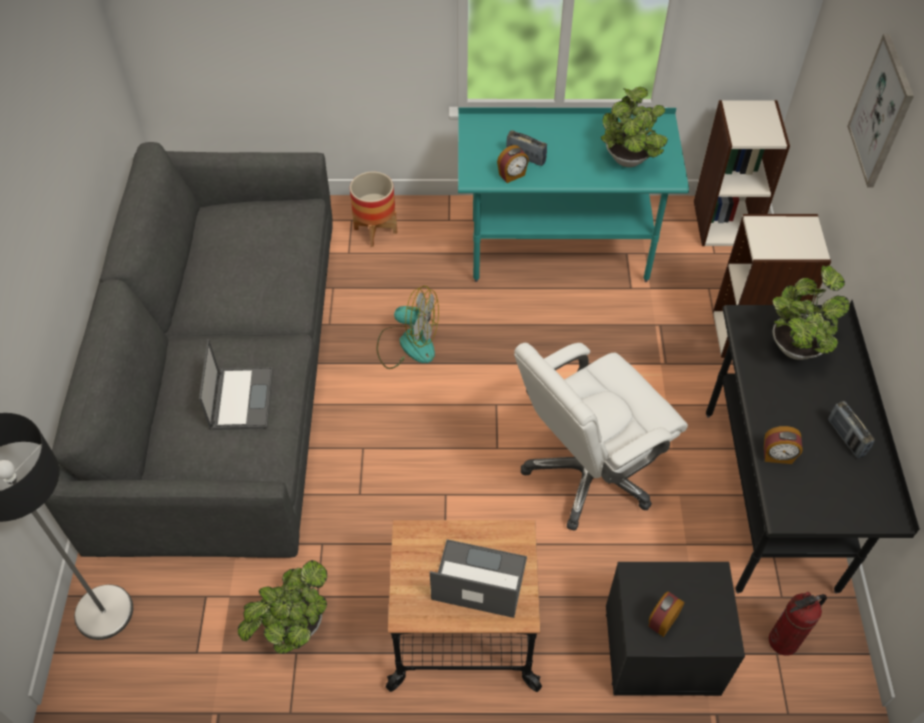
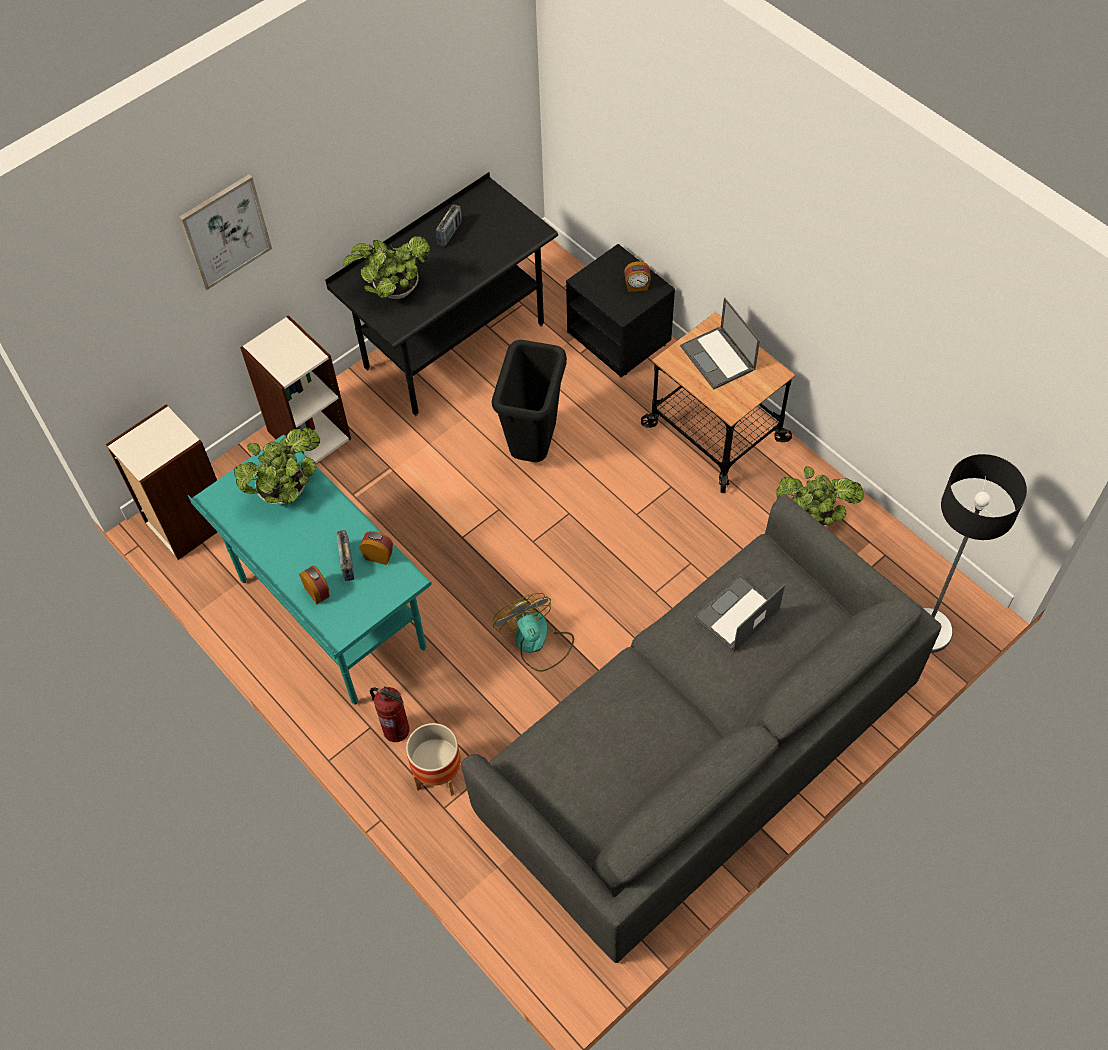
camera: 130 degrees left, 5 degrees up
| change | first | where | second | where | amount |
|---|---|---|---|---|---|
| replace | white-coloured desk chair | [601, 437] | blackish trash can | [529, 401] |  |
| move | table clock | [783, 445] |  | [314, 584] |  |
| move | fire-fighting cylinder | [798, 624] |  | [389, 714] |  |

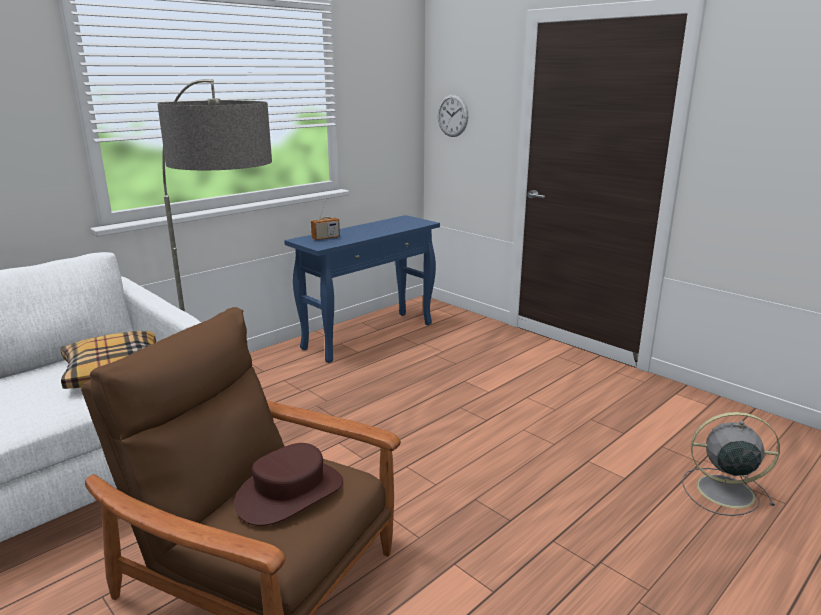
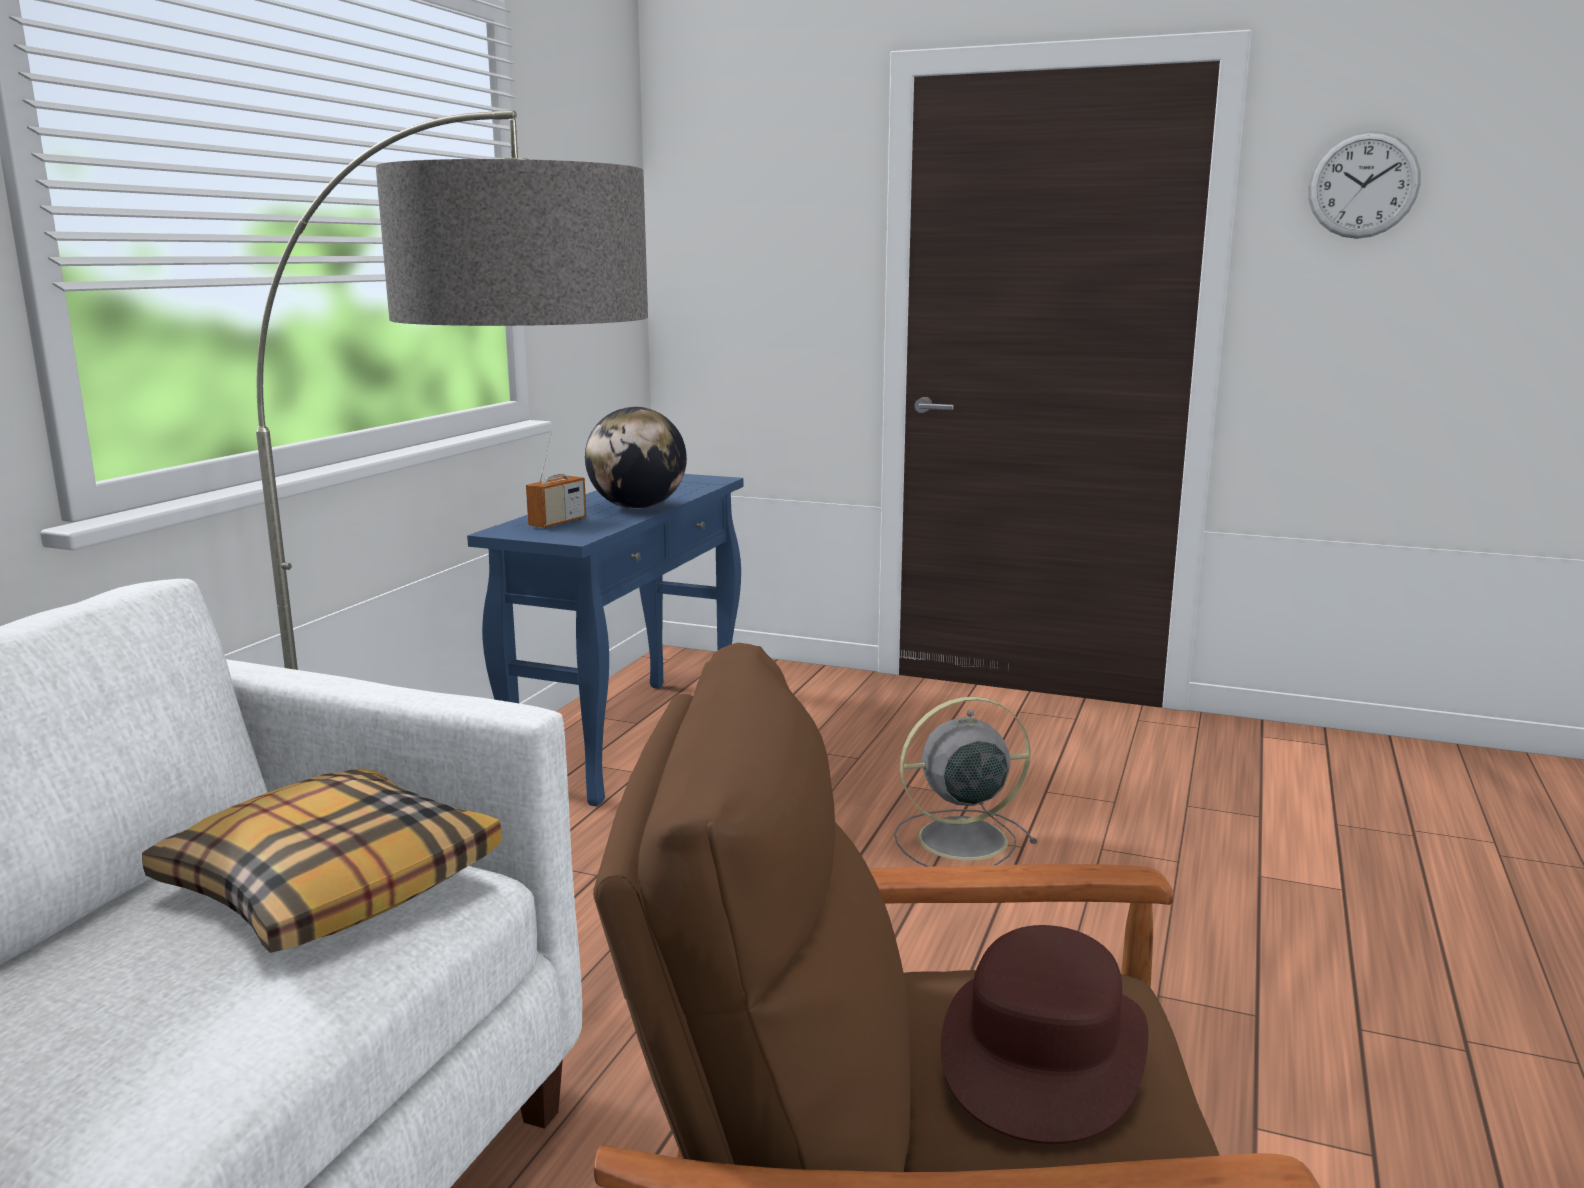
camera: 25 degrees left, 5 degrees down
| change | first | where | second | where | amount |
|---|---|---|---|---|---|
| move | clock on the wall | [453, 115] |  | [1364, 184] |  |
| move | gray electric fan | [731, 464] |  | [966, 781] |  |
| insert |  |  | world globe | [636, 458] |  |

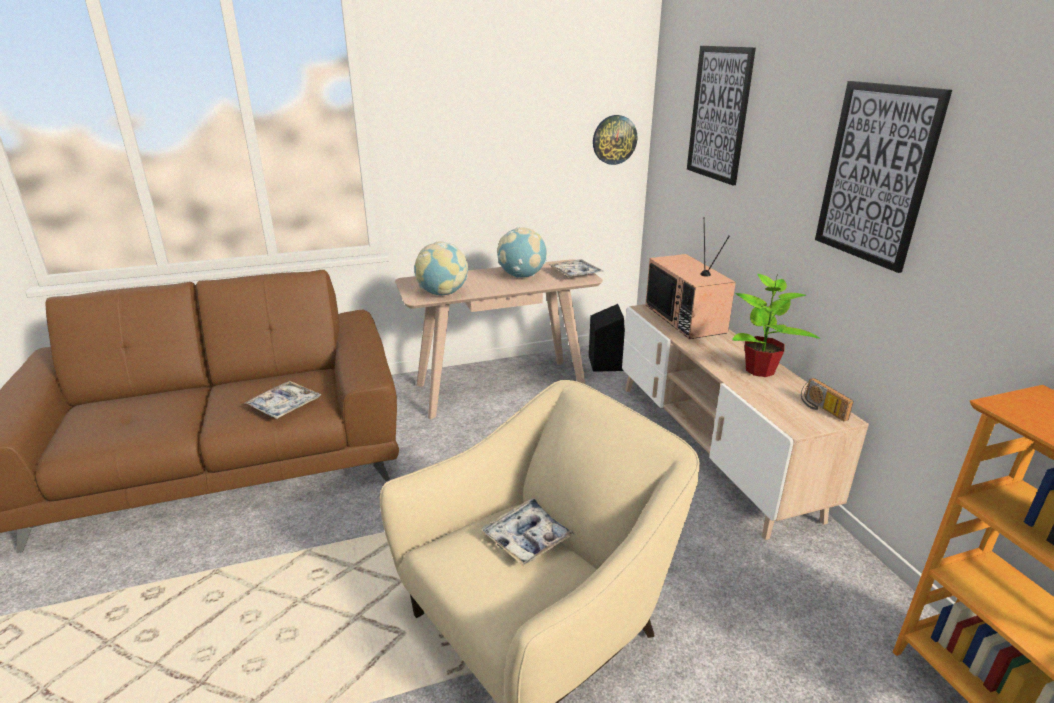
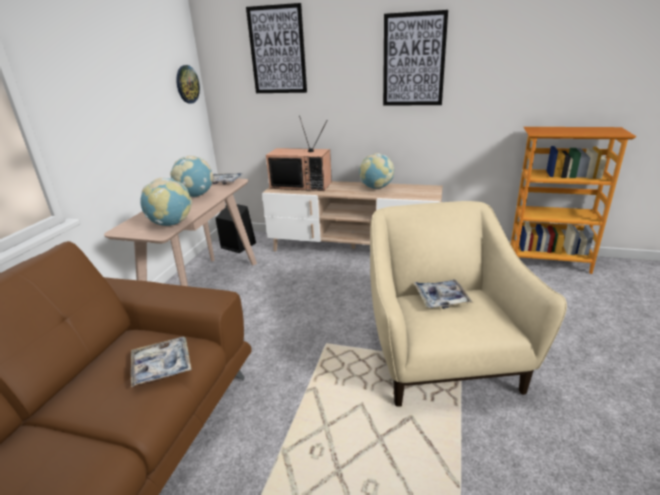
camera: 55 degrees left, 0 degrees up
| change | first | where | second | where | amount |
|---|---|---|---|---|---|
| replace | plant in a pot | [776, 325] | world globe | [376, 171] |  |
| delete | radio receiver | [827, 399] |  |  |  |

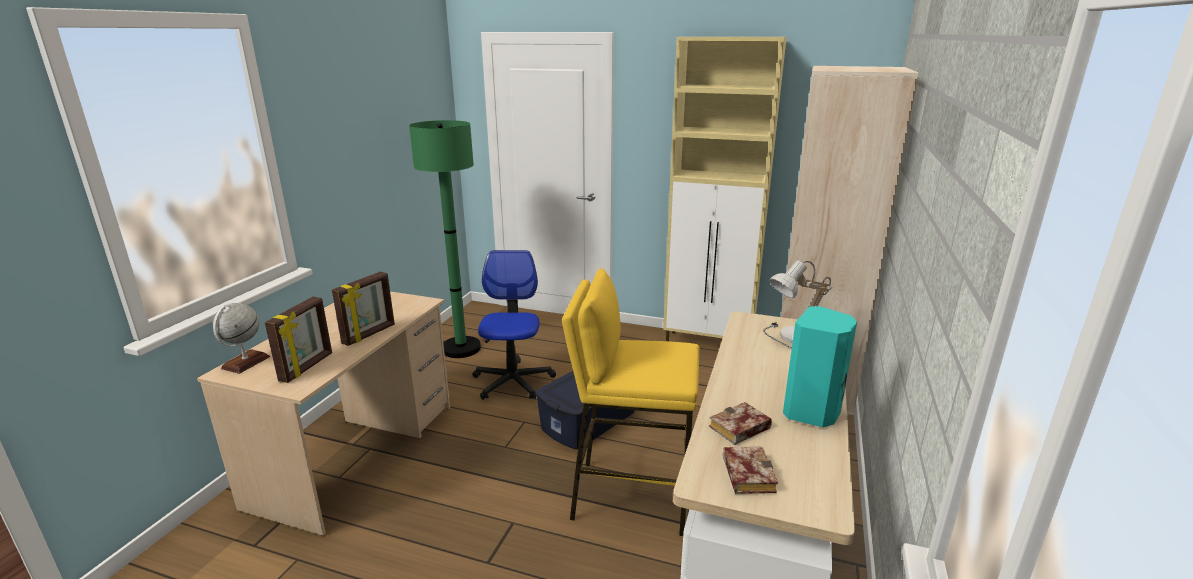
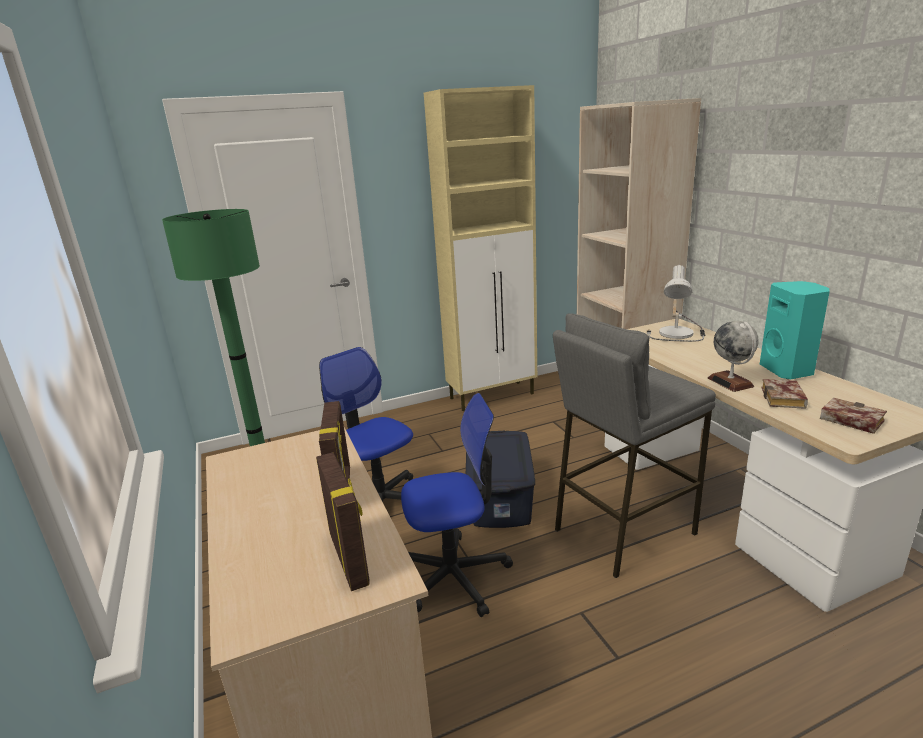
camera: 40 degrees left, 0 degrees up
| change | first | where | second | where | amount |
|---|---|---|---|---|---|
| recolor | yellowish stool seat | [631, 402] | gray stool seat | [634, 445] |  |
| move | world globe | [241, 338] |  | [733, 356] |  |
| insert |  |  | desk chair | [457, 505] |  |

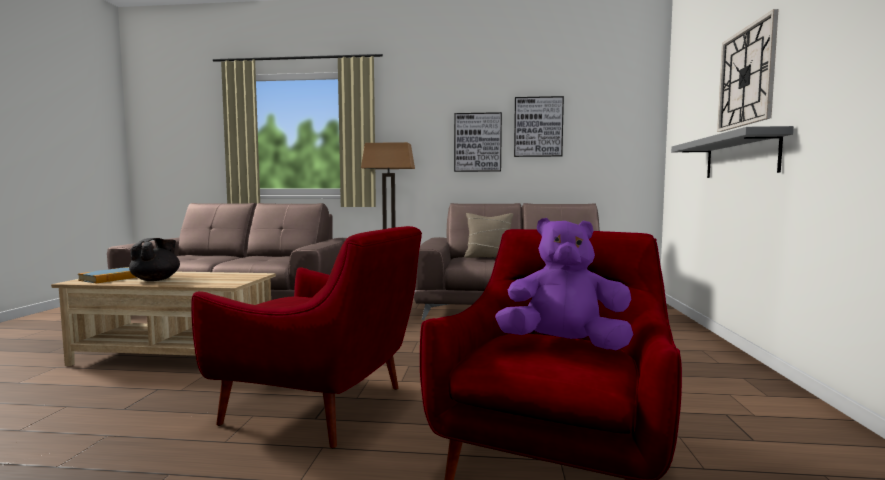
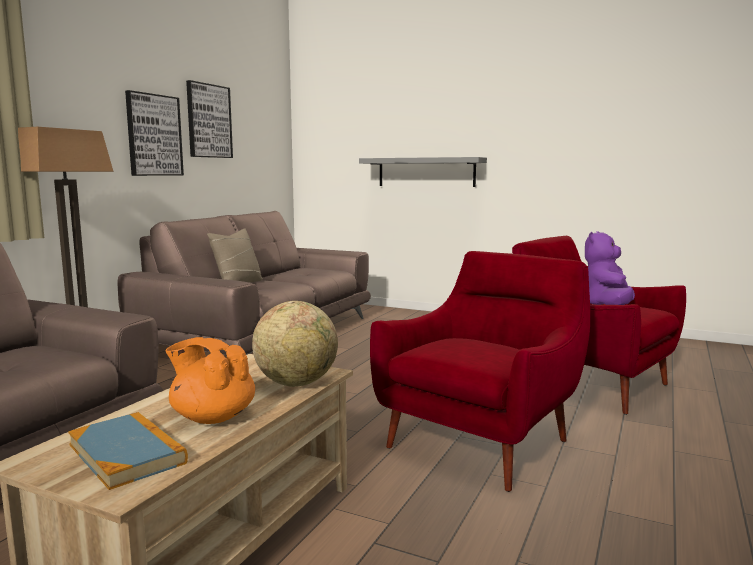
camera: 70 degrees left, 5 degrees up
| change | first | where | second | where | amount |
|---|---|---|---|---|---|
| delete | clock on the wall | [748, 70] |  |  |  |
| recolor | blackish teapot | [154, 259] | orangey teapot | [210, 380] |  |
| insert |  |  | world globe | [295, 344] |  |

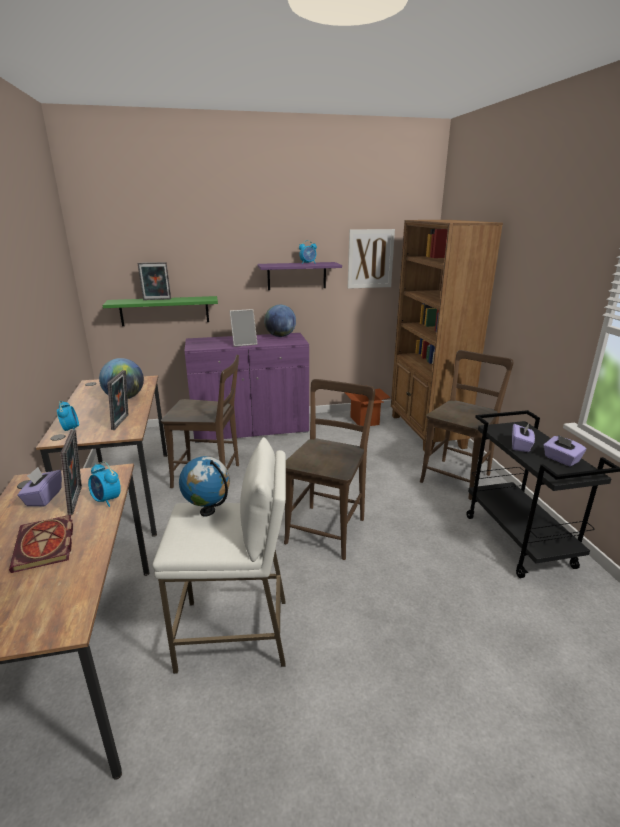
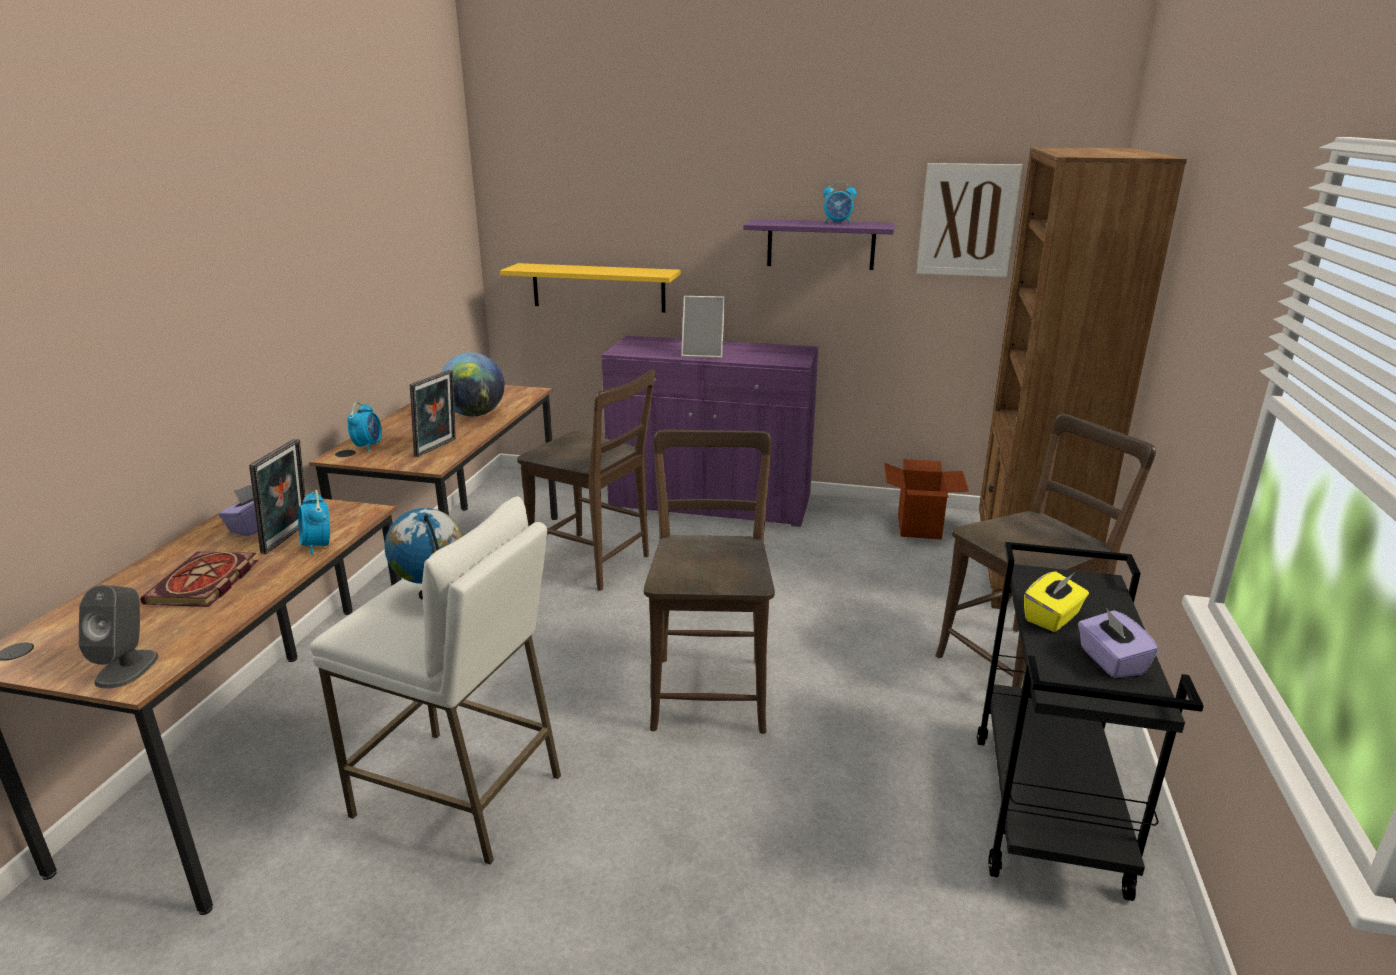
camera: 25 degrees right, 0 degrees up
| change | first | where | second | where | amount |
|---|---|---|---|---|---|
| delete | standing frame | [154, 281] |  |  |  |
| recolor | green wall shelf | [160, 311] | yellowish wall shelf | [590, 288] |  |
| delete | world globe | [280, 321] |  |  |  |
| rotate | brownish chair | [329, 469] |  | [709, 582] | 45 degrees counterclockwise |
| recolor | purplish box of tissues | [523, 437] | yellowish box of tissues | [1056, 601] |  |
| insert |  |  | gray speaker | [118, 637] |  |

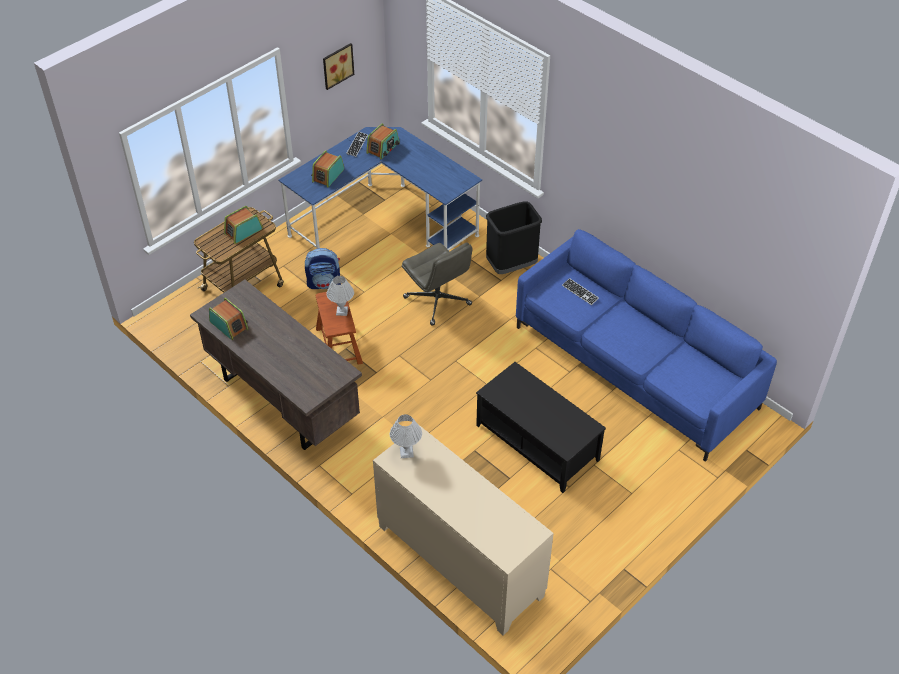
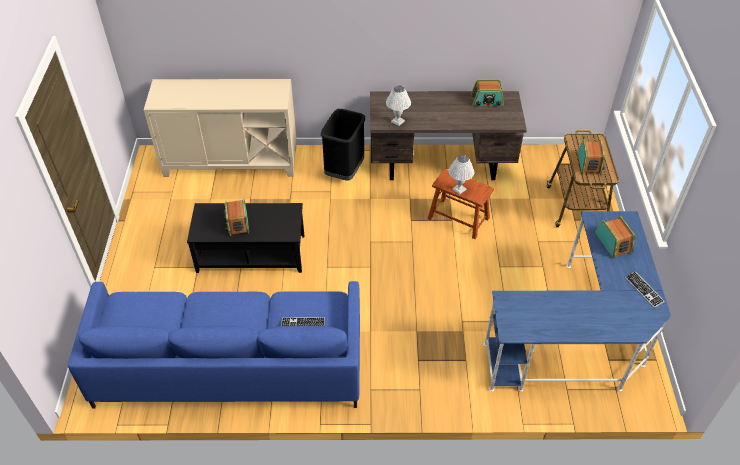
camera: 135 degrees right, 0 degrees up
| change | first | where | second | where | amount |
|---|---|---|---|---|---|
| delete | wall art | [338, 66] |  |  |  |
| move | radio receiver | [382, 141] |  | [236, 217] |  |
| move | blackish trash can | [514, 238] |  | [343, 145] |  |
| delete | gray desk chair | [437, 284] |  |  |  |
| delete | knapsack | [323, 268] |  |  |  |
| move | white-coloured table lamp | [406, 436] |  | [398, 105] |  |

